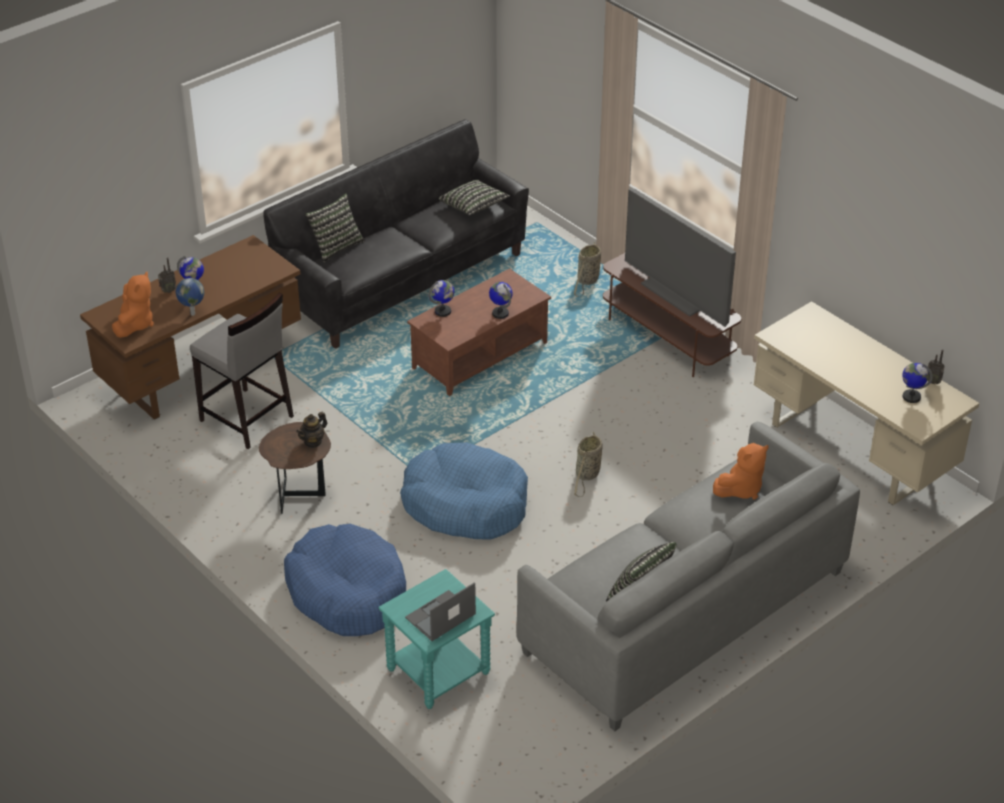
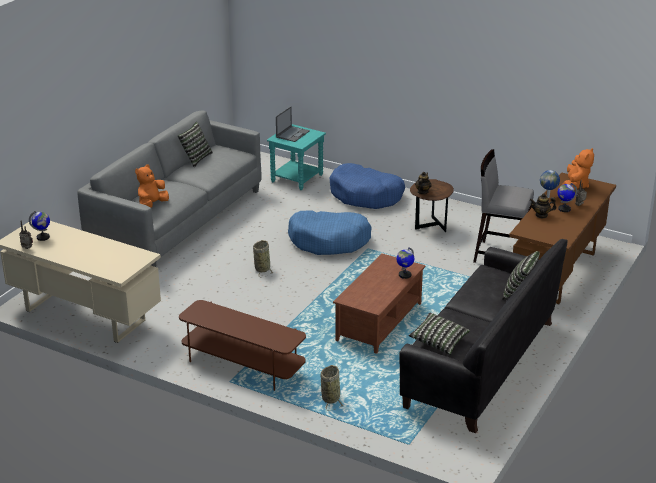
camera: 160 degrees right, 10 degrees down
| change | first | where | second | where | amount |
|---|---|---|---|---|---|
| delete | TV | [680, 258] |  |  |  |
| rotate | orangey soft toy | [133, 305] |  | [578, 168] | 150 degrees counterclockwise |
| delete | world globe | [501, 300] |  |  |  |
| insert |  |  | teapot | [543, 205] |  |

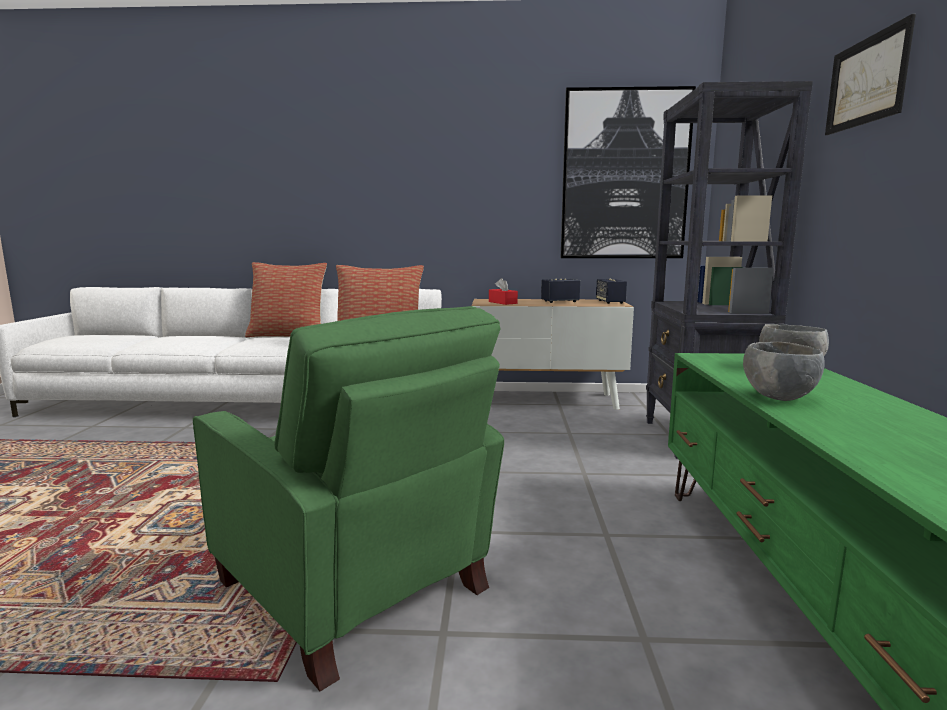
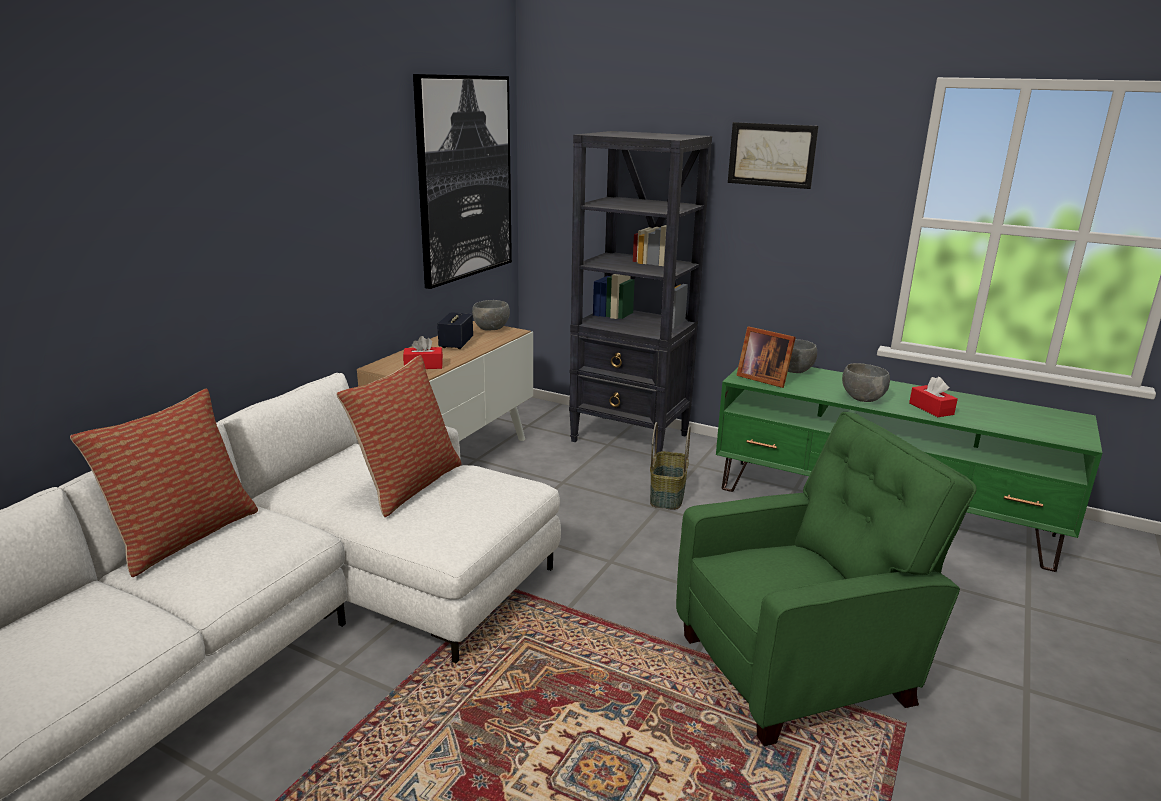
camera: 65 degrees left, 10 degrees up
| change | first | where | second | where | amount |
|---|---|---|---|---|---|
| replace | speaker | [611, 291] | gray serving bowl | [491, 315] |  |
| insert |  |  | standing frame | [766, 357] |  |
| insert |  |  | red box of tissues | [933, 397] |  |
| insert |  |  | household basket | [670, 466] |  |

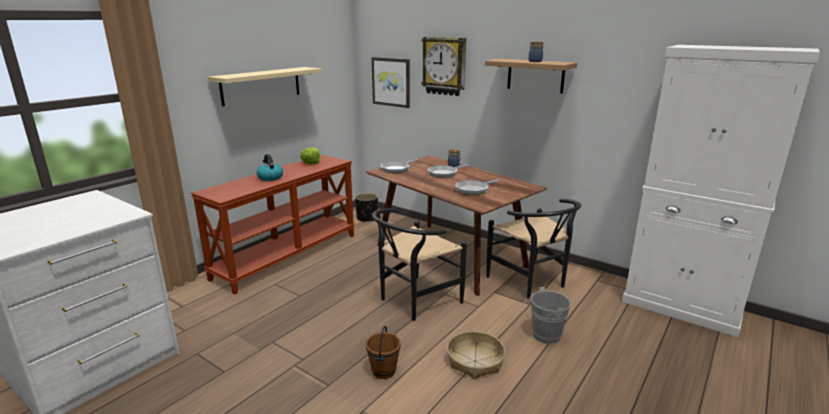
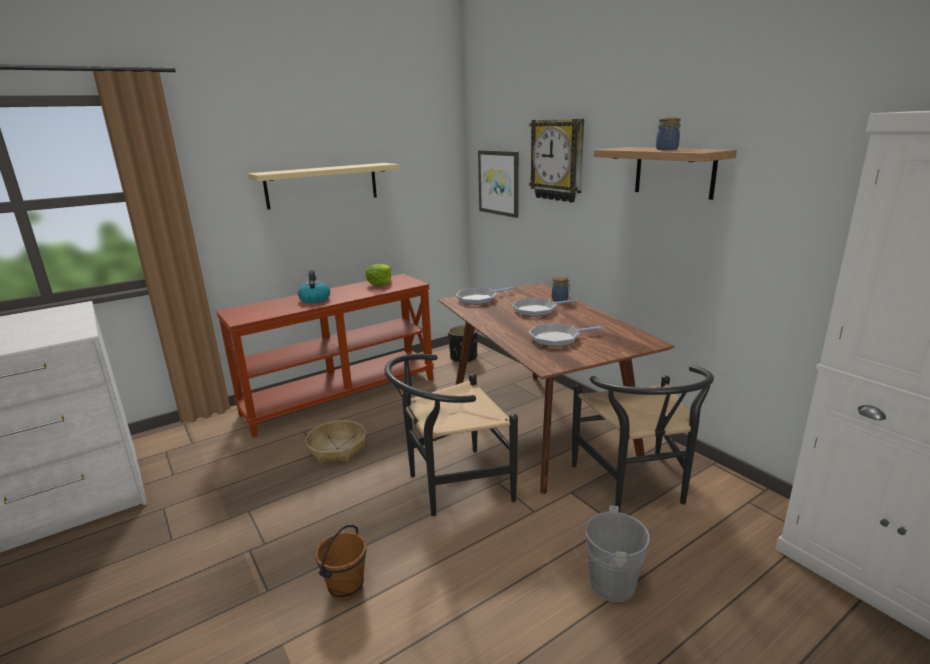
camera: 20 degrees right, 0 degrees up
| change | first | where | second | where | amount |
|---|---|---|---|---|---|
| move | household basket | [476, 355] |  | [336, 441] |  |

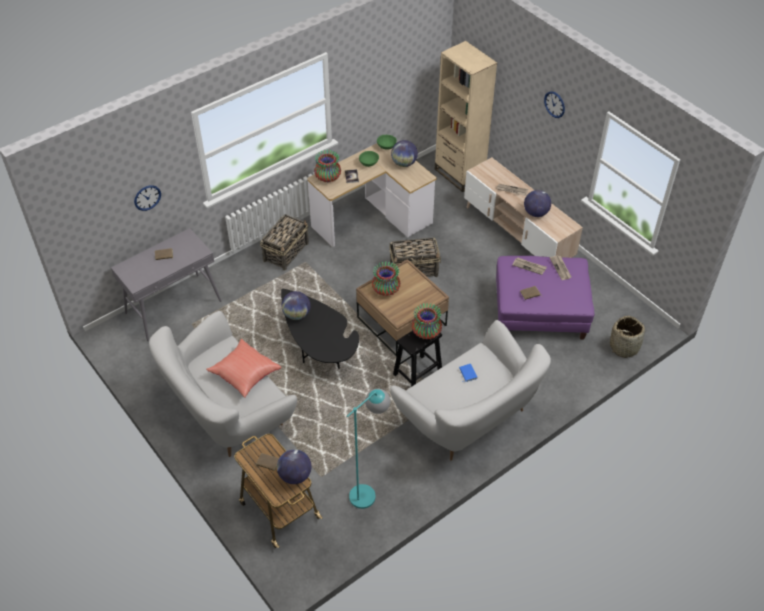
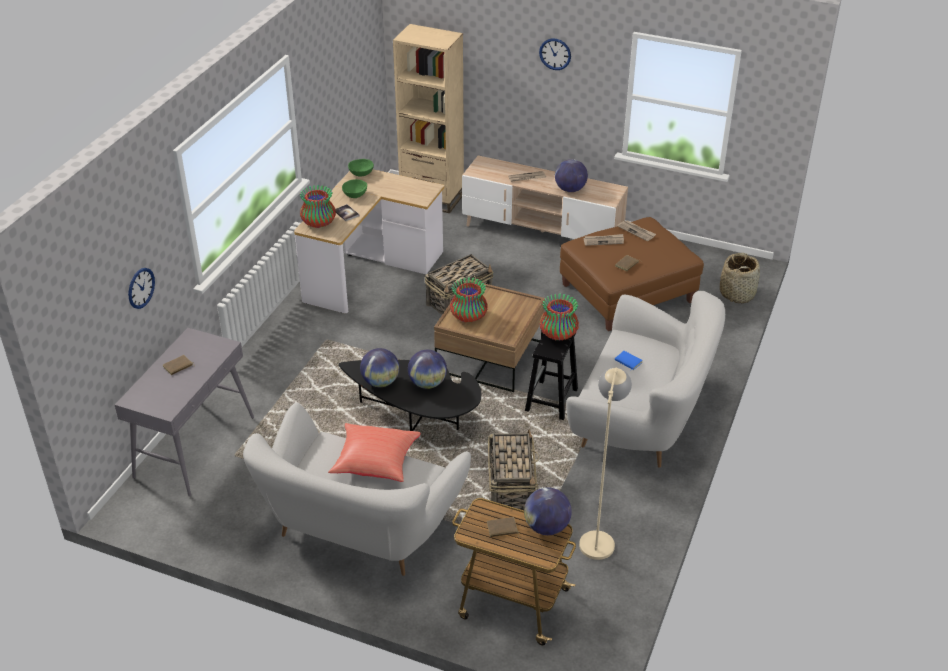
camera: 30 degrees left, 10 degrees down
| change | first | where | second | where | amount |
|---|---|---|---|---|---|
| move | world globe | [404, 153] |  | [427, 369] |  |
| move | household basket | [284, 242] |  | [513, 469] |  |
| recolor | purplish pouffe | [545, 297] | brownish pouffe | [632, 274] |  |
| recolor | turquoise-coloured standard lamp | [368, 449] | beige standard lamp | [605, 463] |  |

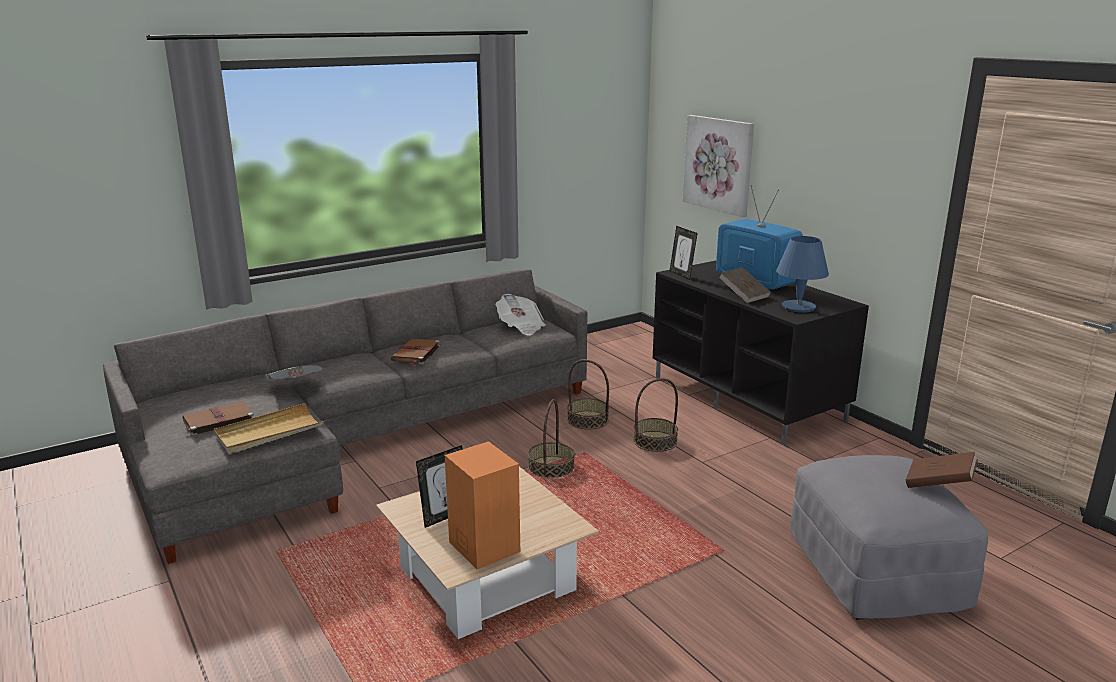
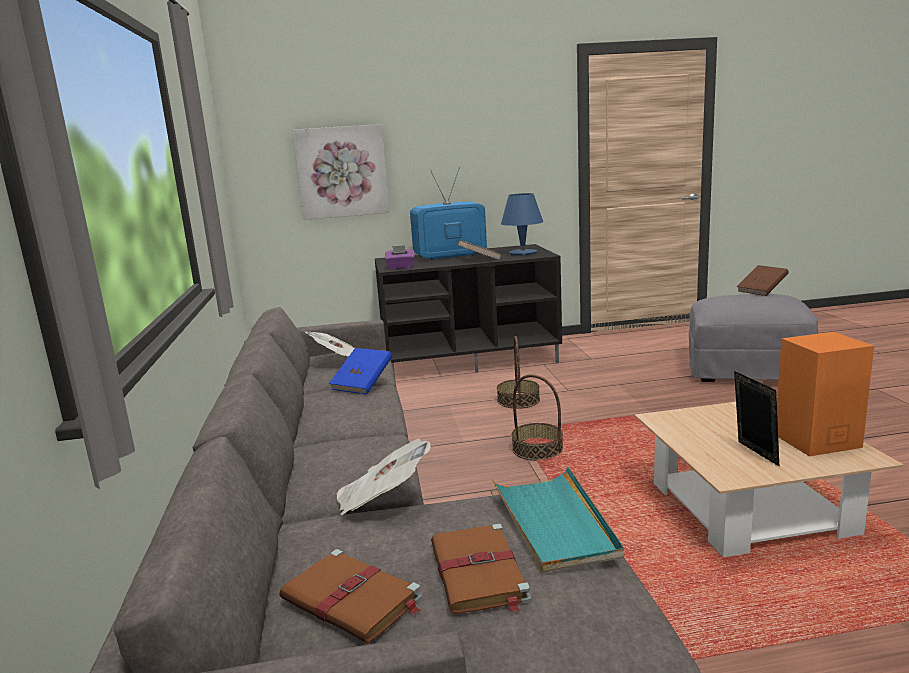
camera: 65 degrees left, 5 degrees down
| change | first | where | second | where | amount |
|---|---|---|---|---|---|
| replace | standing frame | [684, 253] | purplish box of tissues | [400, 257] |  |
| move | brownish volume | [415, 351] |  | [350, 596] |  |
| delete | household basket | [588, 394] |  |  |  |
| recolor | beige serving tray | [269, 428] | turquoise-coloured serving tray | [557, 519] |  |
| insert |  |  | blue volume | [360, 371] |  |

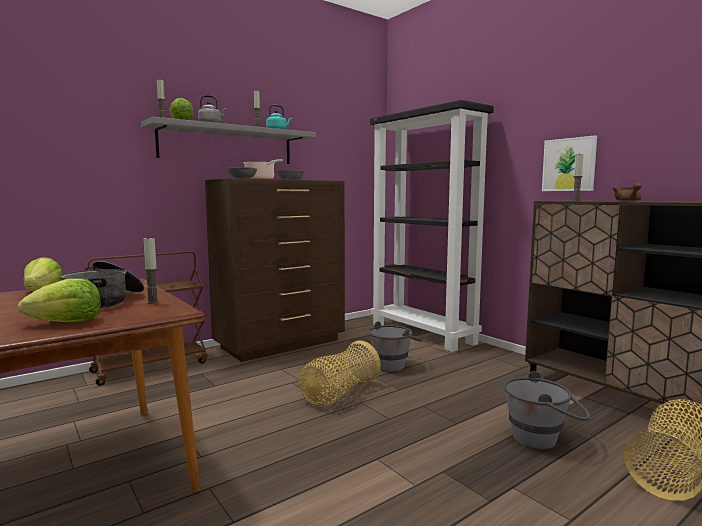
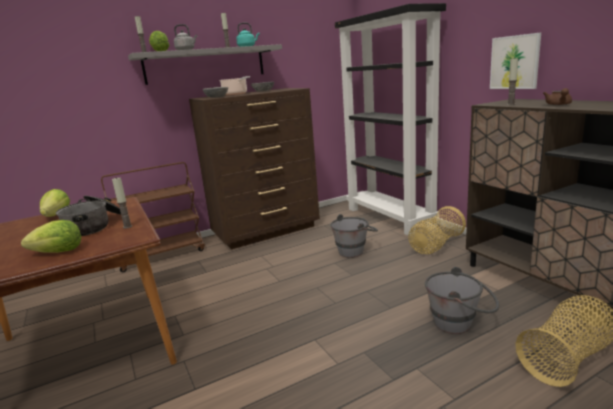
camera: 10 degrees right, 10 degrees up
| change | first | where | second | where | amount |
|---|---|---|---|---|---|
| move | household basket | [340, 373] |  | [437, 230] |  |

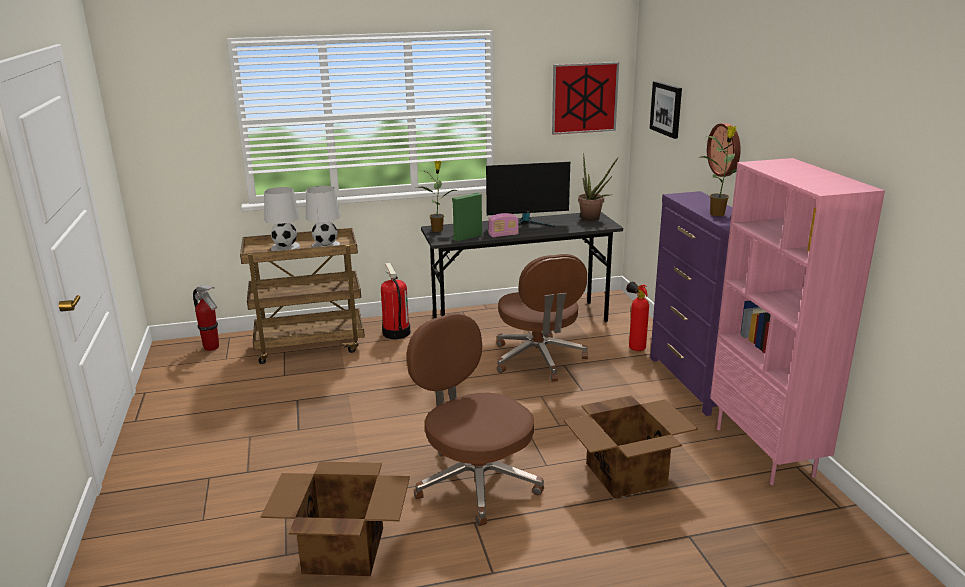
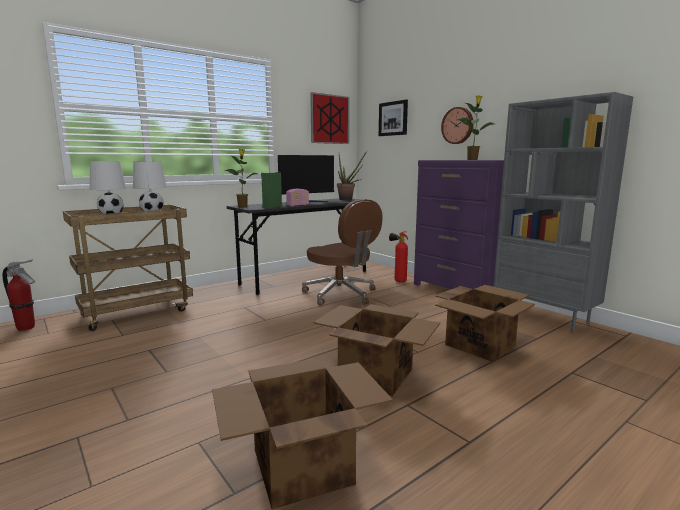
camera: 25 degrees left, 10 degrees down
| change | first | where | second | where | amount |
|---|---|---|---|---|---|
| recolor | pinkish bookshelf | [797, 321] | gray bookshelf | [563, 212] |  |
| delete | fire-fighting cylinder | [395, 301] |  |  |  |
| replace | brownish desk chair | [475, 419] | cardboard box | [376, 350] |  |

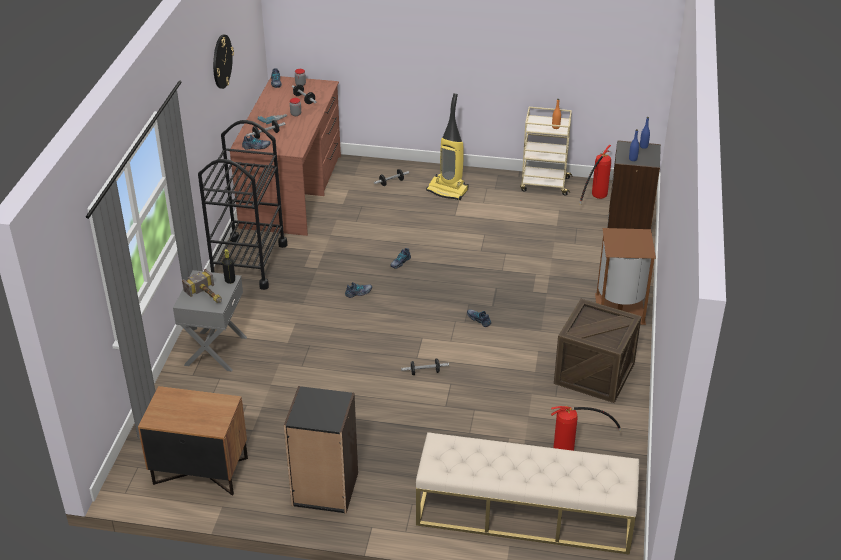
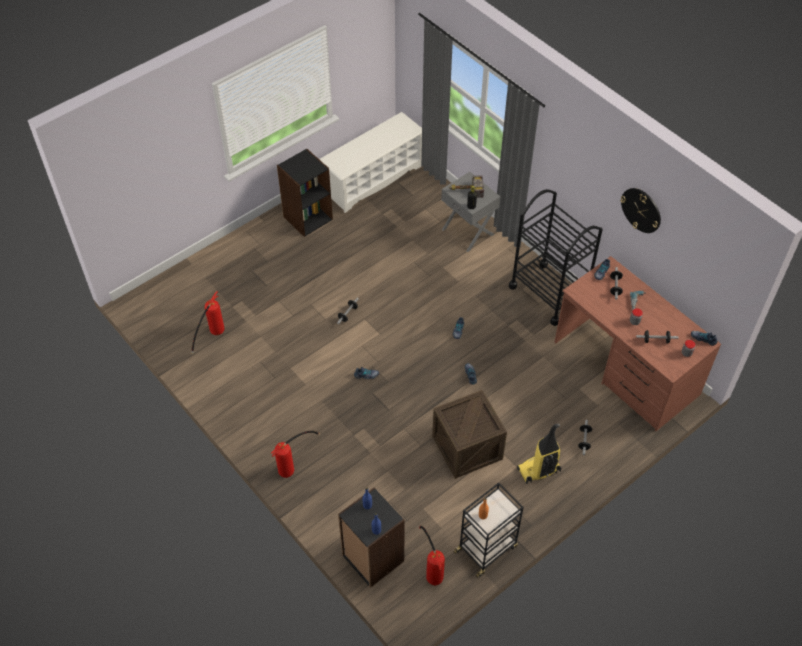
camera: 130 degrees right, 15 degrees up
| change | first | where | second | where | amount |
|---|---|---|---|---|---|
| recolor | beige cart | [546, 151] | blackish cart | [489, 530] |  |
| replace | brownish trash can | [625, 276] | fire-fighting cylinder | [295, 454] |  |
| move | packing crate | [598, 351] |  | [469, 434] |  |
| replace | brownish night table | [193, 441] | white-coloured shoe shelf | [370, 162] |  |
| delete | beige indoor bench | [527, 493] |  |  |  |

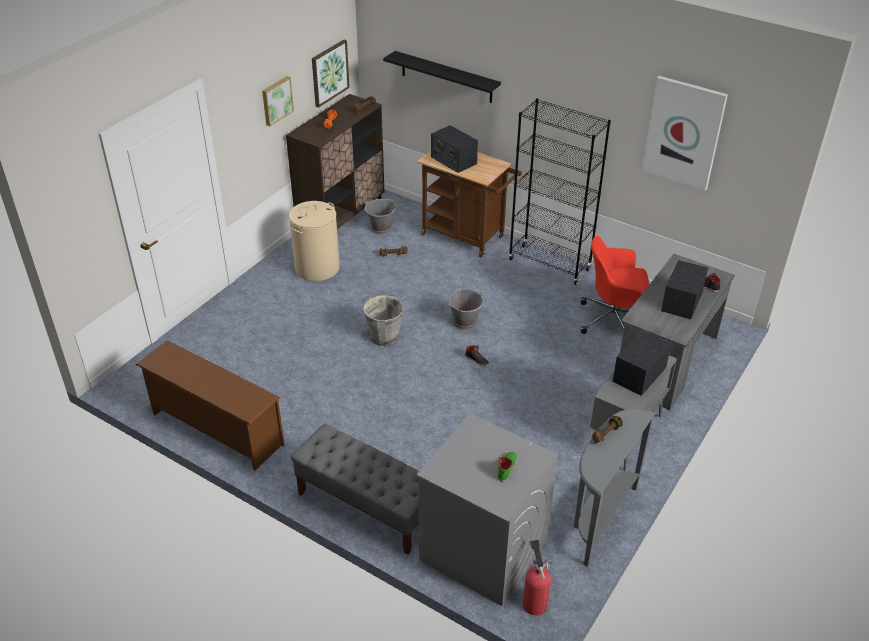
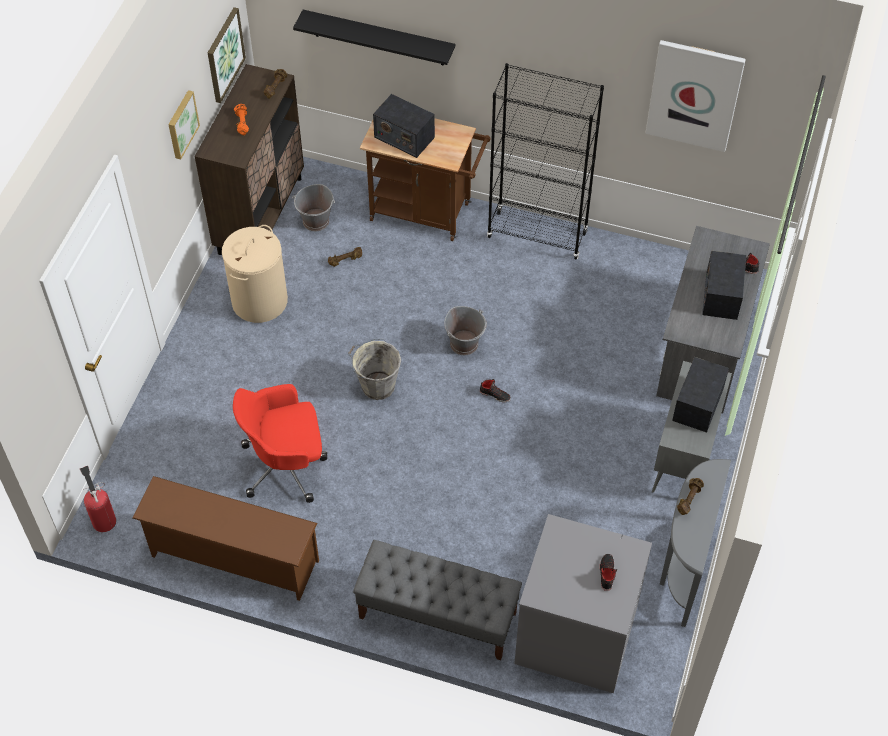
camera: 15 degrees left, 15 degrees up
| change | first | where | second | where | amount |
|---|---|---|---|---|---|
| move | red desk chair | [615, 285] |  | [280, 443] |  |
| recolor | green shoe | [507, 467] | blackish shoe | [608, 572] |  |
| move | fire-fighting cylinder | [537, 578] |  | [98, 499] |  |

